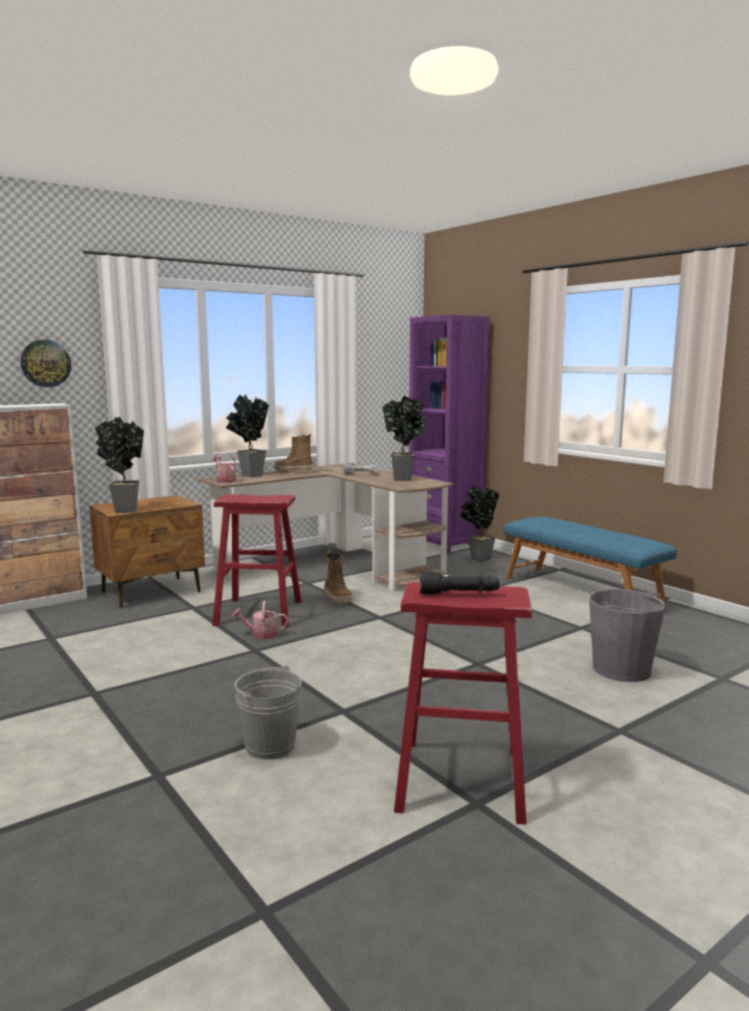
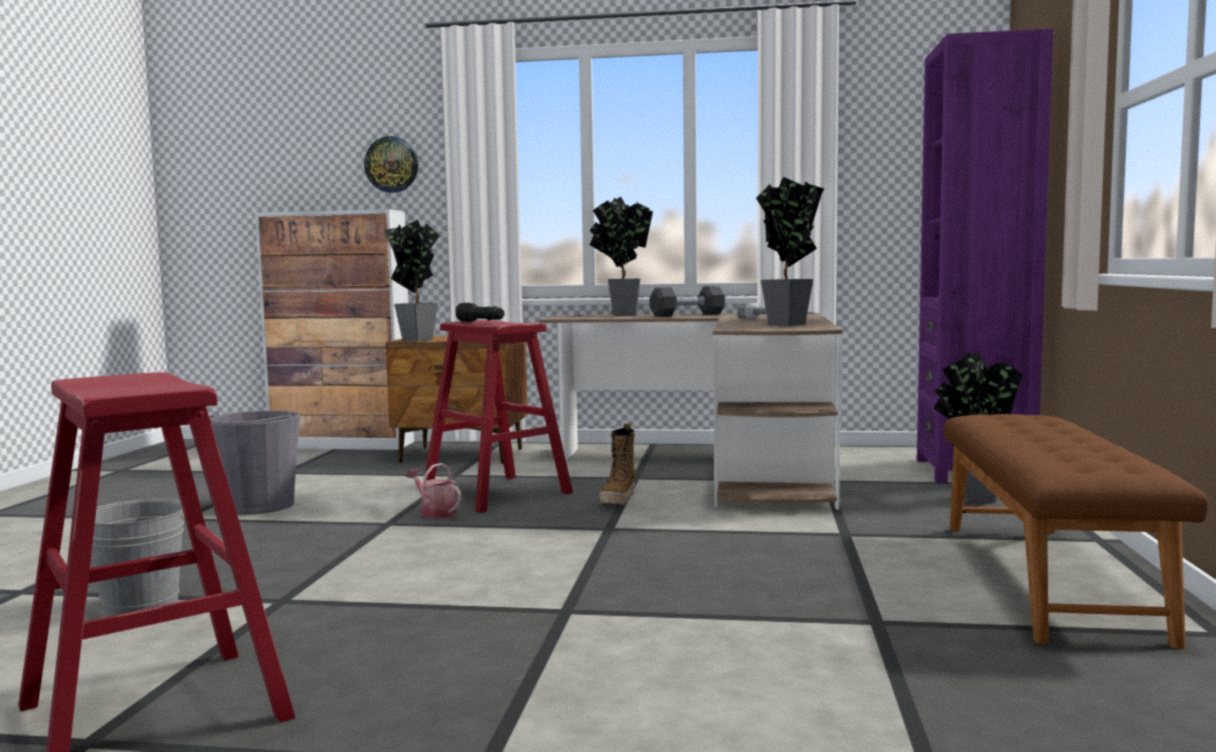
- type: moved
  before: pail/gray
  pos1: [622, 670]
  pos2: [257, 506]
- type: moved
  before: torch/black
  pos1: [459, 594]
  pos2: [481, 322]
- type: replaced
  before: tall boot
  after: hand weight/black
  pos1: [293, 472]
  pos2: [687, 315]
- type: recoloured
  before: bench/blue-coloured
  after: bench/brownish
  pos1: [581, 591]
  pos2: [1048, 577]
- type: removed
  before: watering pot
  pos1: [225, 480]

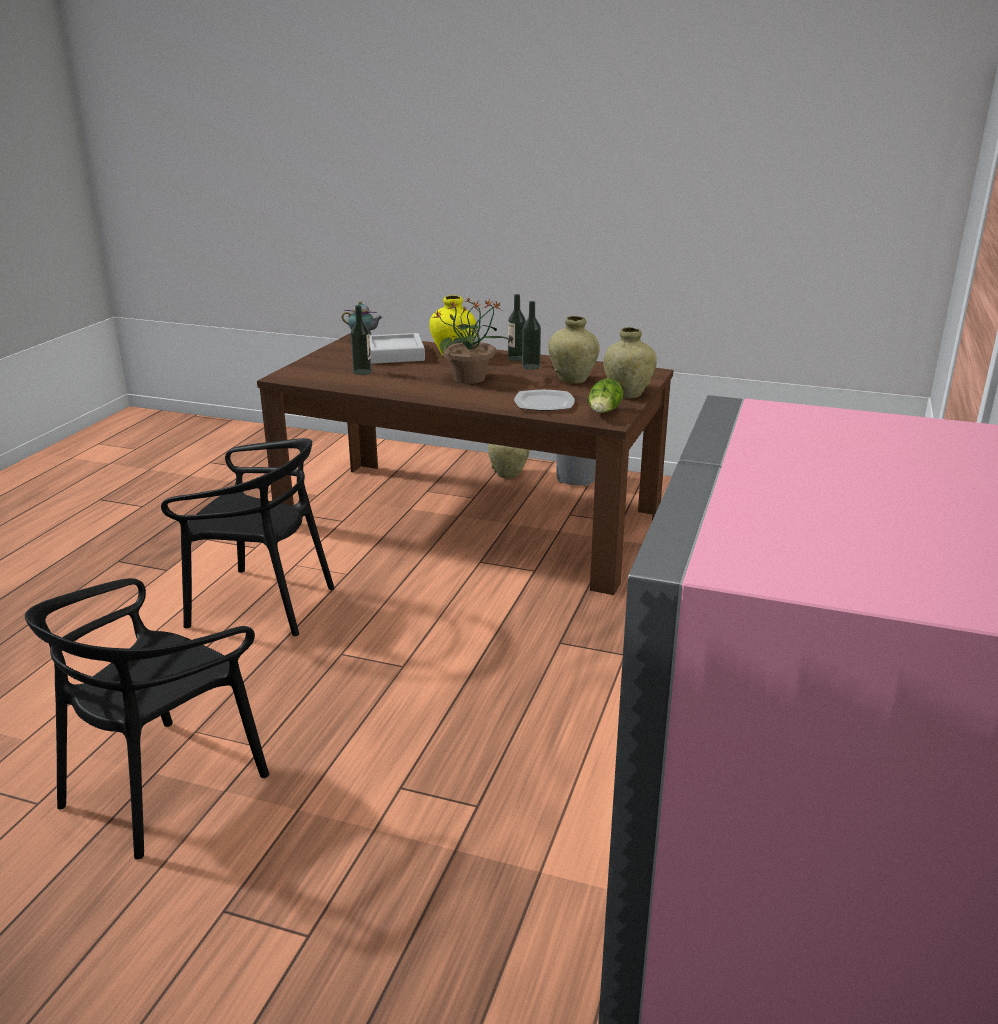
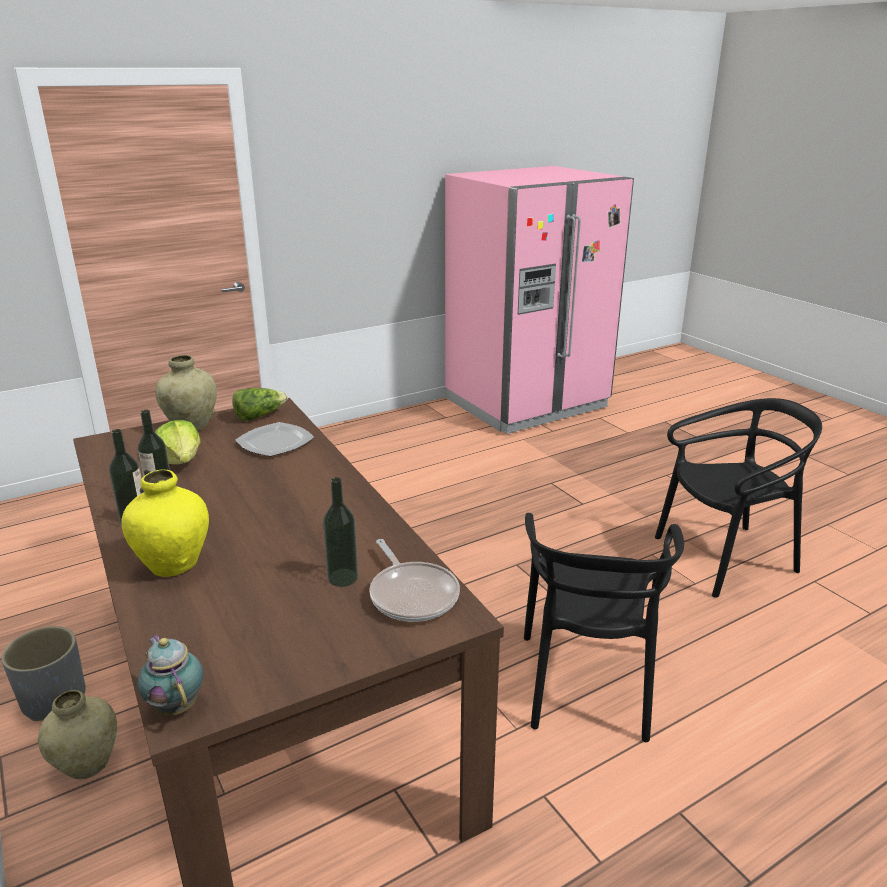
- type: replaced
  before: flower vase/beige-coloured
  after: lettuce head
  pos1: [572, 380]
  pos2: [181, 460]
- type: added
  after: pan
  pos2: [412, 594]
- type: turned
  before: chair/black
  pos1: [261, 604]
  pos2: [588, 683]
  turn: -135
- type: removed
  before: serving tray/gray
  pos1: [395, 354]
- type: removed
  before: plant in a pot
  pos1: [470, 378]

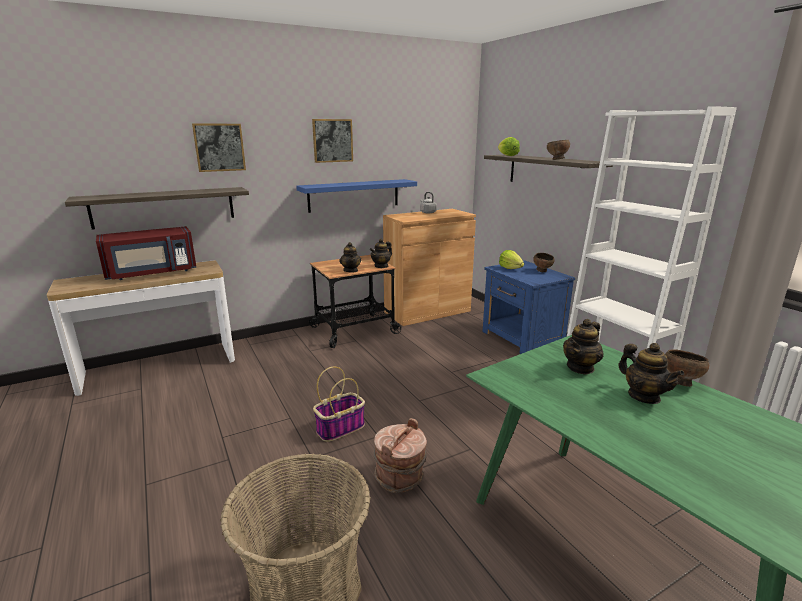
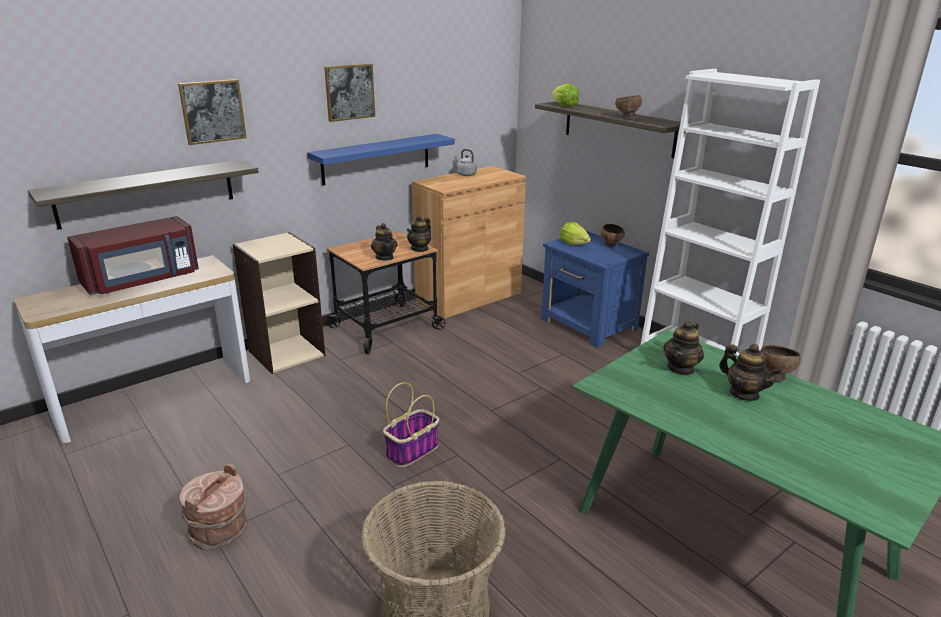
- type: moved
  before: pail/brownish
  pos1: [400, 477]
  pos2: [220, 531]
- type: added
  after: bookshelf/beige-coloured
  pos2: [286, 353]

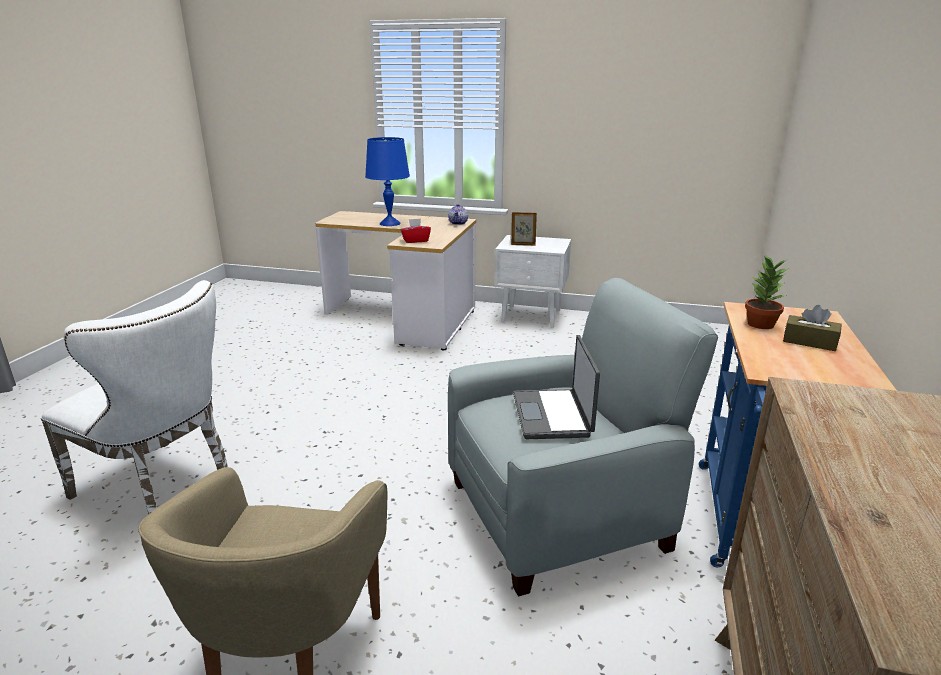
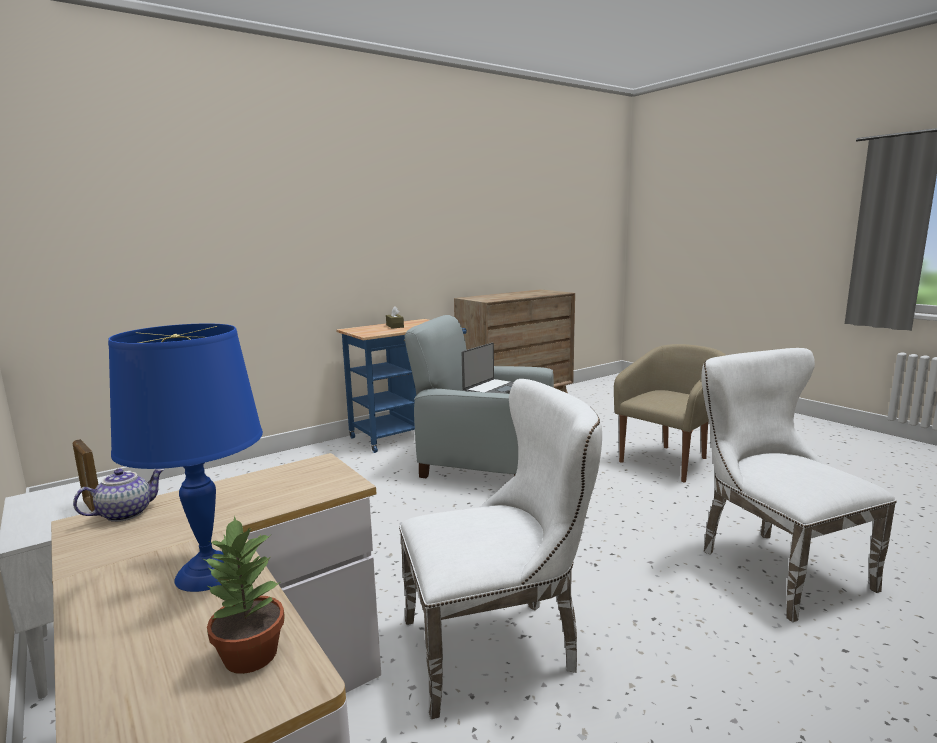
- type: moved
  before: plant in a pot
  pos1: [759, 324]
  pos2: [250, 656]
- type: added
  after: chair/whitish
  pos2: [500, 646]
- type: removed
  before: tissue holder/red-coloured
  pos1: [415, 240]

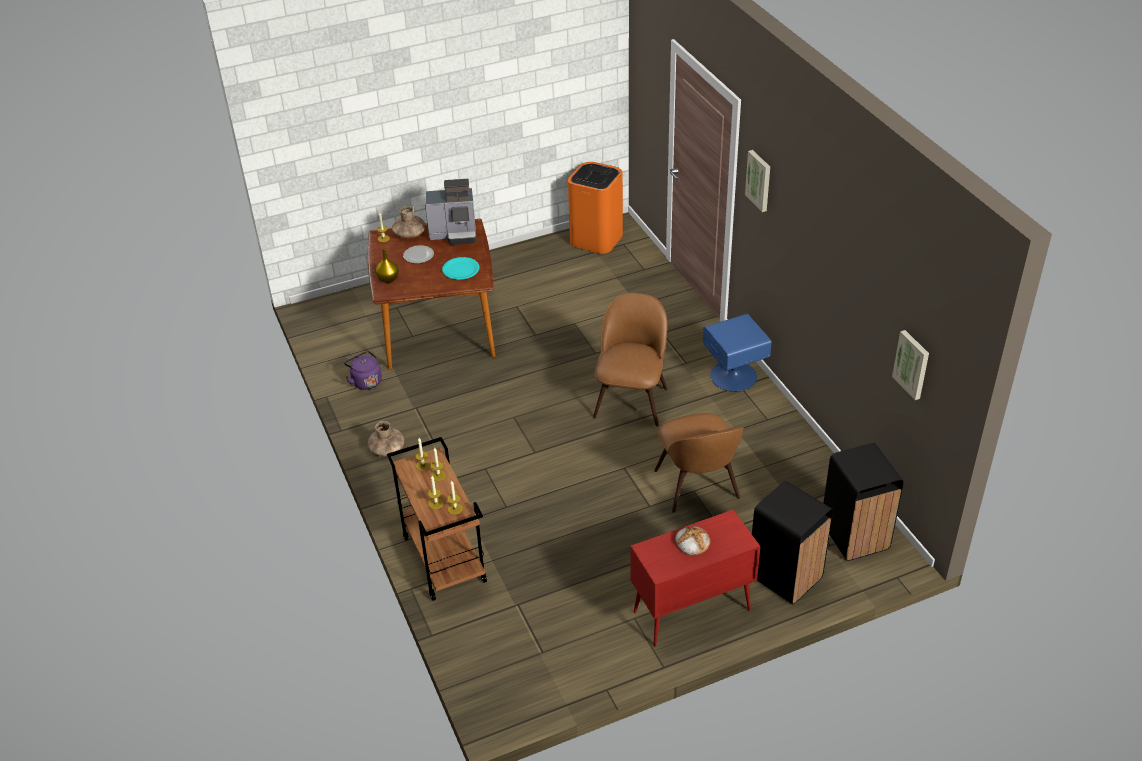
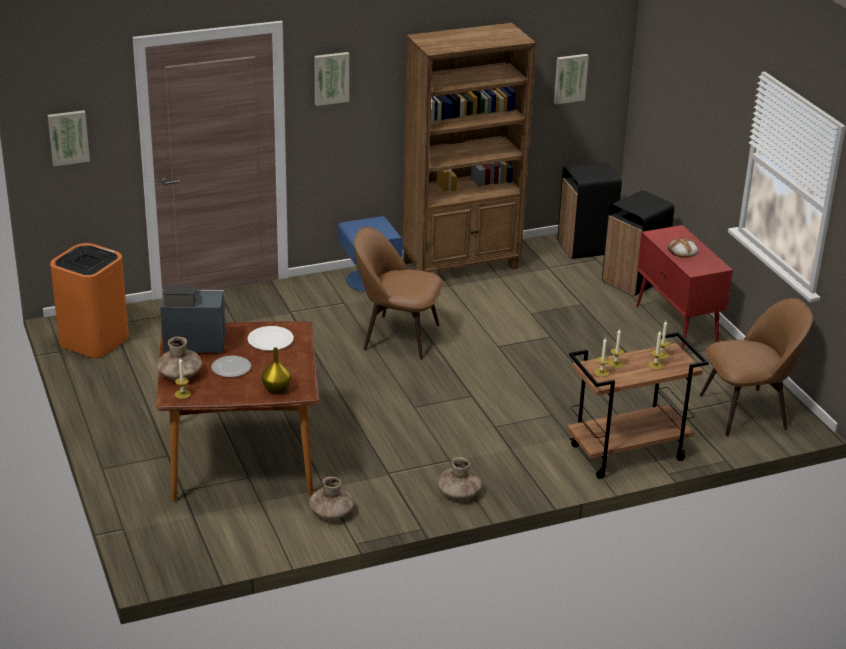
- type: added
  after: picture
  pos2: [68, 137]
- type: turned
  before: coffee maker
  pos1: [455, 234]
  pos2: [192, 343]
  turn: -90
- type: recoloured
  before: flat dish/turquoise-coloured
  after: flat dish/whitish
  pos1: [461, 269]
  pos2: [270, 340]
- type: replaced
  before: tea kettle/purple
  after: flower vase/brownish
  pos1: [365, 381]
  pos2: [331, 512]
- type: added
  after: bookshelf/brownish
  pos2: [462, 265]
- type: moved
  before: chair/brownish
  pos1: [697, 487]
  pos2: [747, 411]

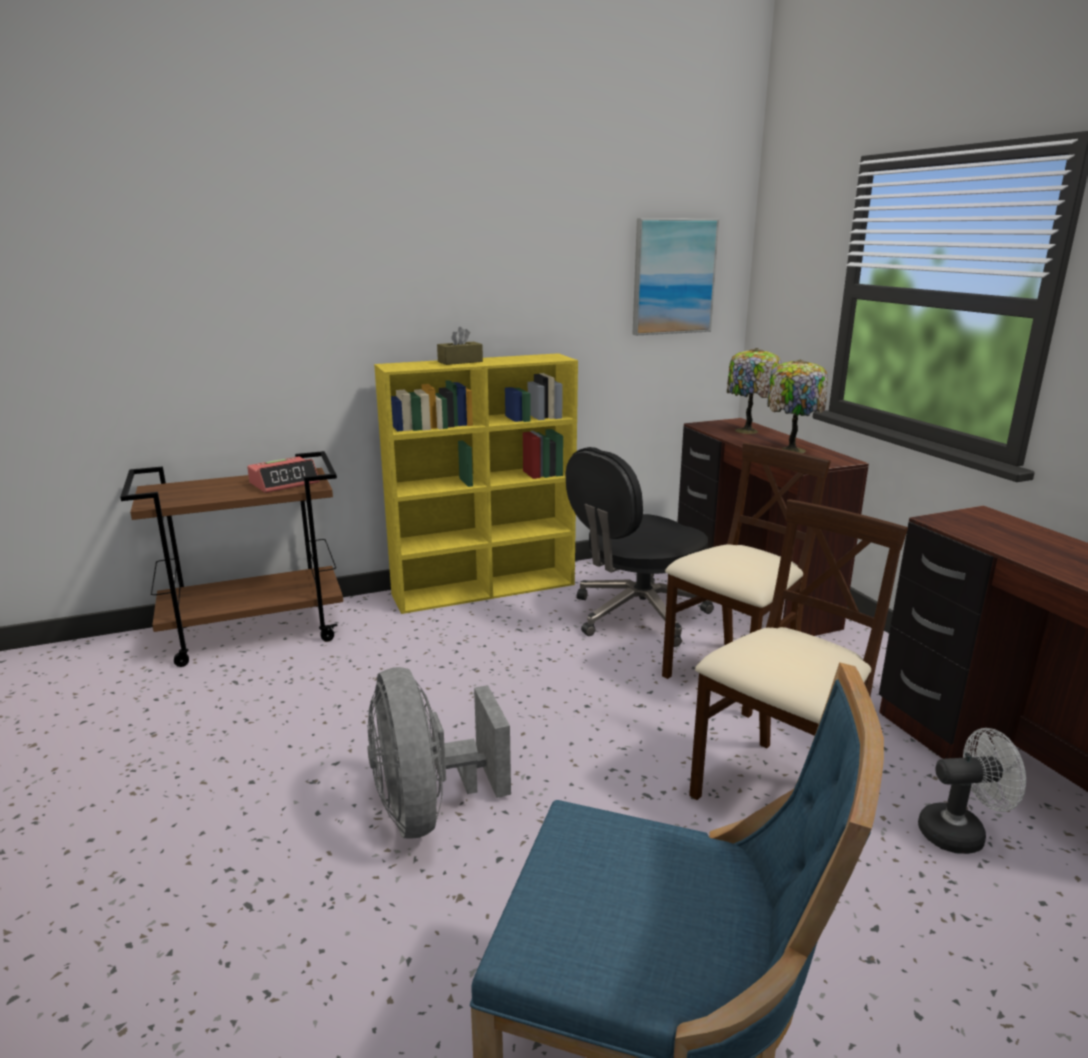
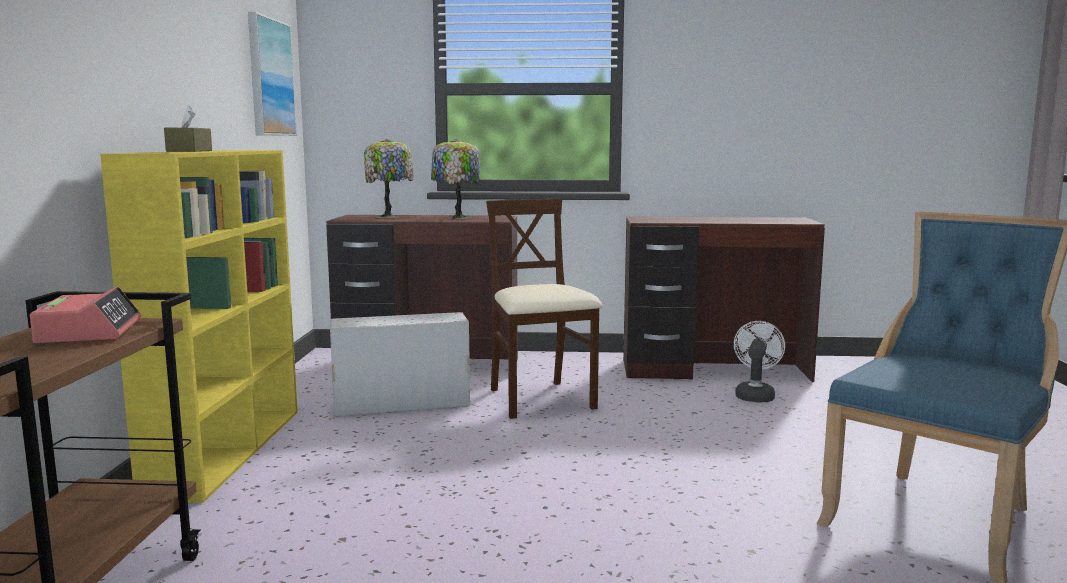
- type: replaced
  before: desk chair/black
  after: storage bin/whitish
  pos1: [637, 615]
  pos2: [399, 404]
- type: removed
  before: fan/gray
  pos1: [429, 809]
- type: removed
  before: chair/beige-coloured
  pos1: [778, 795]

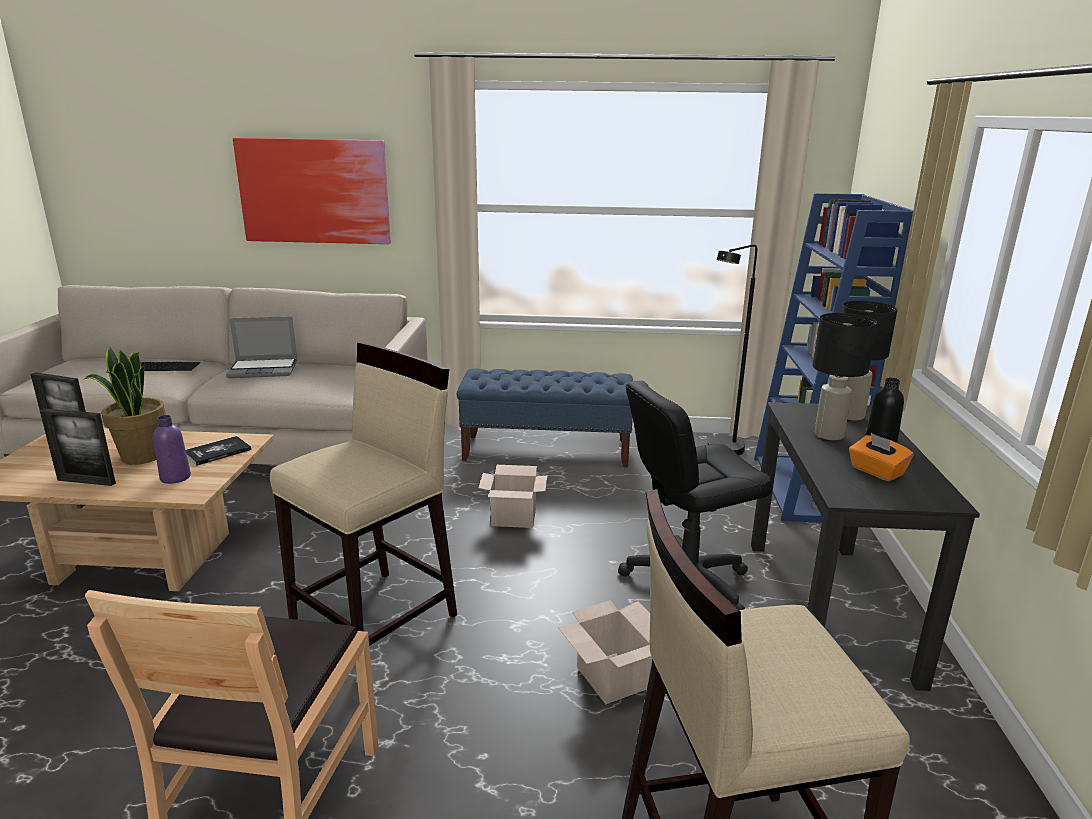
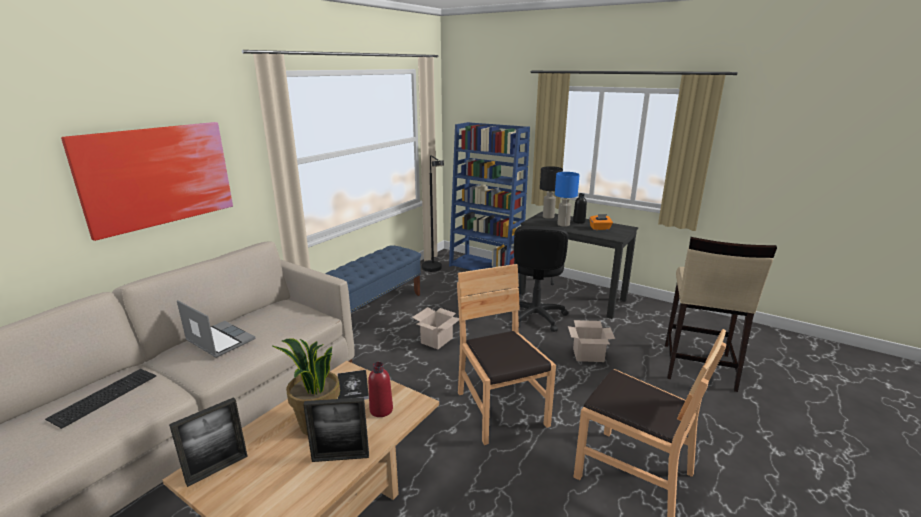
- type: turned
  before: portable computer
  pos1: [264, 369]
  pos2: [219, 340]
  turn: -75
- type: turned
  before: photo frame
  pos1: [86, 481]
  pos2: [340, 457]
  turn: 45
- type: recoloured
  before: drink bottle/purple
  after: drink bottle/red-coloured
  pos1: [175, 477]
  pos2: [381, 410]
- type: replaced
  before: stool seat/beige-coloured
  after: chair/brownish
  pos1: [377, 620]
  pos2: [500, 409]
- type: recoloured
  before: lamp for a table/black
  after: lamp for a table/blue-coloured
  pos1: [829, 435]
  pos2: [563, 225]

